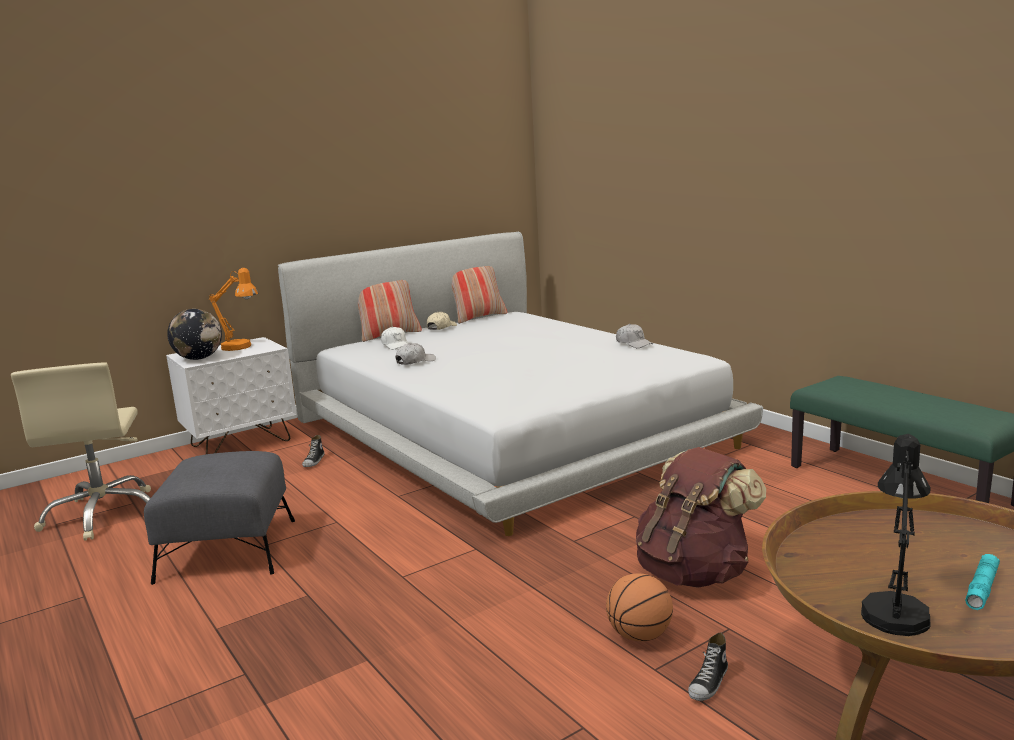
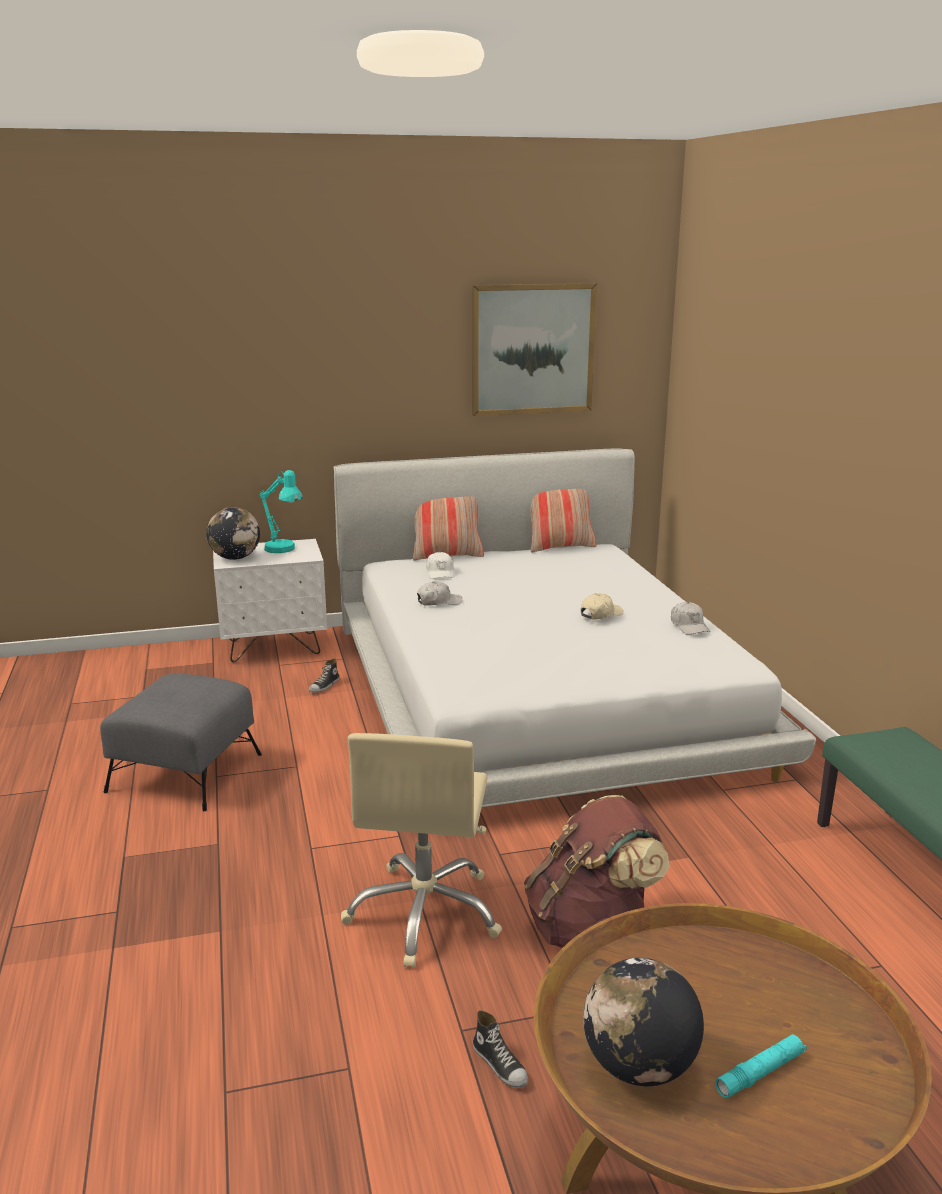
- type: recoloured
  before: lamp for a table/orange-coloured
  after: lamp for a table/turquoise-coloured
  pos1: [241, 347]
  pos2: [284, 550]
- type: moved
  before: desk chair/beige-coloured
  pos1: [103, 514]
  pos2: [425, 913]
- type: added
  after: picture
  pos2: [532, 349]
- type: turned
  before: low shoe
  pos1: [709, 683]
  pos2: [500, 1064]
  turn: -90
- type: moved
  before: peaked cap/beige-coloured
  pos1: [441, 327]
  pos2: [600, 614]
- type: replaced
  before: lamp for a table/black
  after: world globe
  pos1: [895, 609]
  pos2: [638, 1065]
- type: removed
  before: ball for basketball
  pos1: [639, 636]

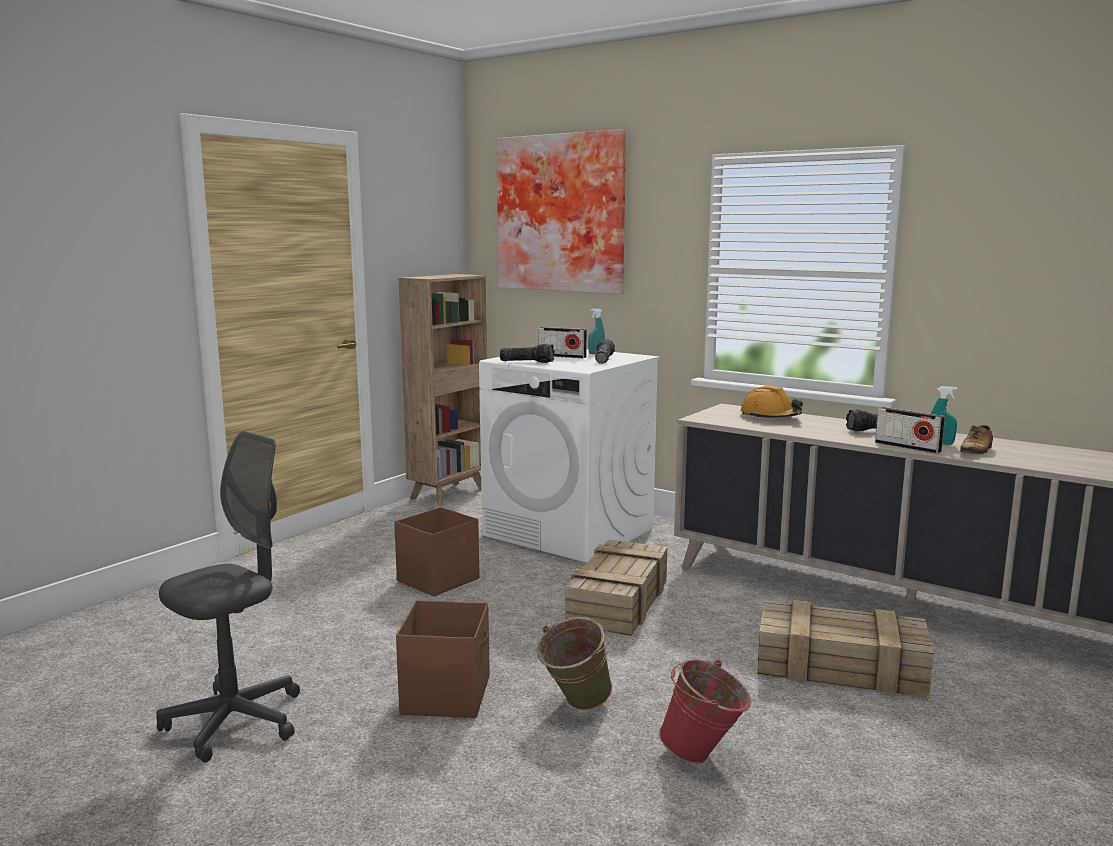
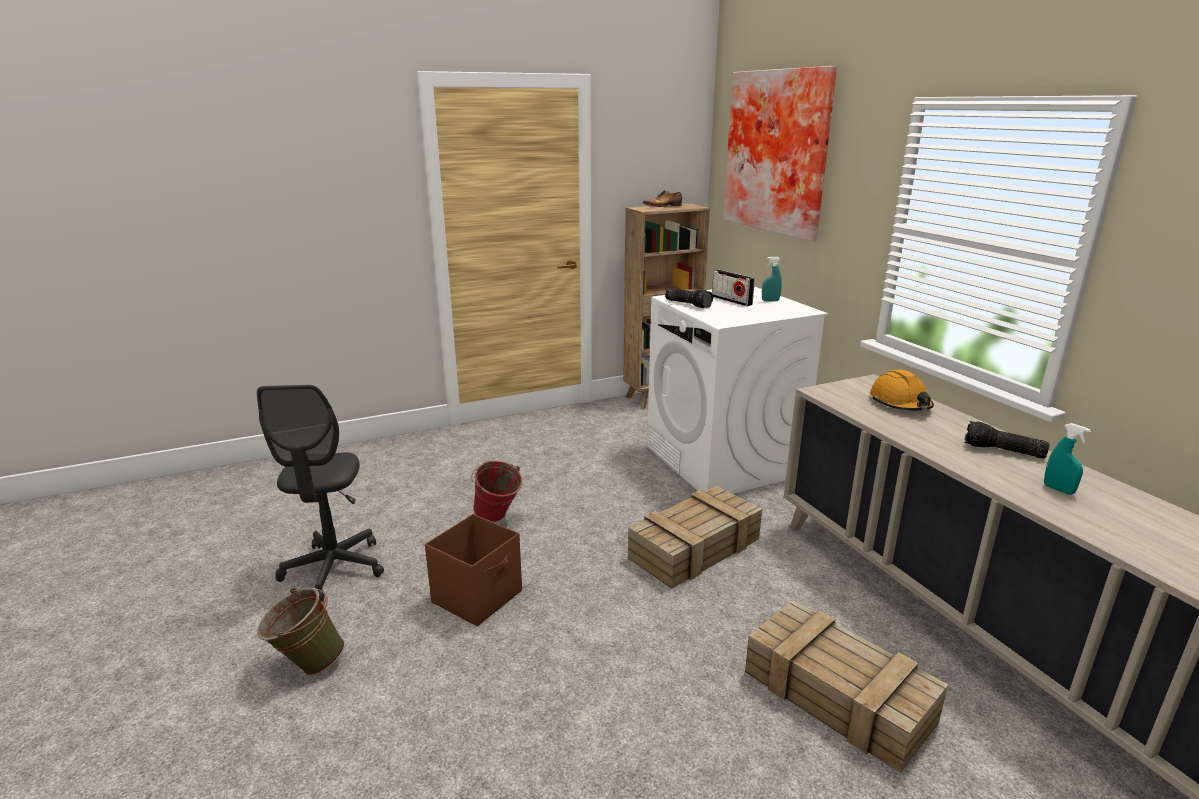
- type: turned
  before: desk chair/gray
  pos1: [235, 722]
  pos2: [334, 569]
  turn: 105
- type: moved
  before: pail/greenish
  pos1: [574, 706]
  pos2: [306, 665]
- type: moved
  before: pail/red-coloured
  pos1: [704, 756]
  pos2: [498, 519]
- type: moved
  before: low shoe
  pos1: [976, 451]
  pos2: [663, 206]
- type: removed
  before: storage bin/brownish
  pos1: [439, 580]
- type: removed
  before: torch
  pos1: [603, 360]
- type: removed
  before: radio set
  pos1: [907, 447]

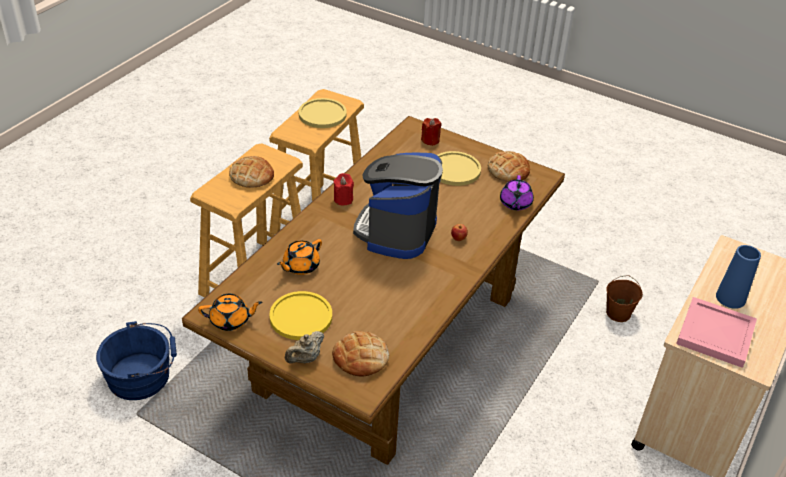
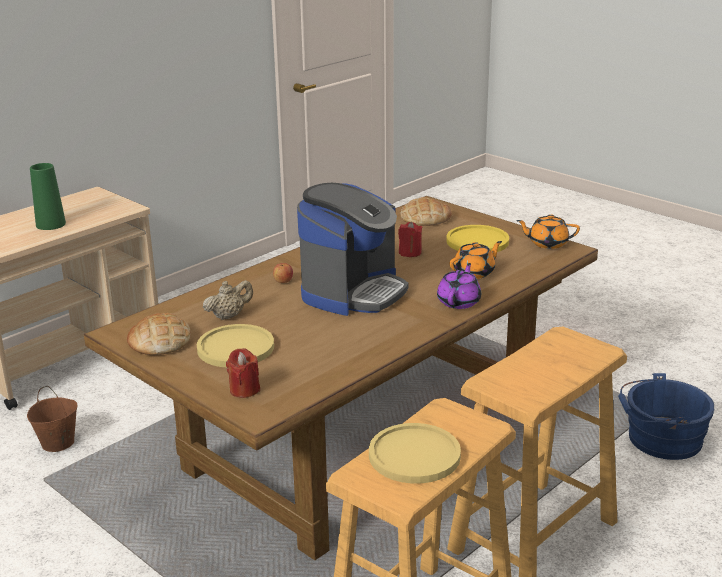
- type: recoloured
  before: flower vase/blue-coloured
  after: flower vase/greenish
  pos1: [730, 298]
  pos2: [51, 224]
- type: moved
  before: pot for tea/beige-coloured
  pos1: [305, 359]
  pos2: [229, 316]
- type: moved
  before: candle/red-coloured
  pos1: [343, 199]
  pos2: [410, 252]
- type: moved
  before: pot for tea/purple
  pos1: [515, 203]
  pos2: [459, 301]
- type: removed
  before: baked bread
  pos1: [252, 176]
- type: removed
  before: serving tray/pink-coloured
  pos1: [714, 334]

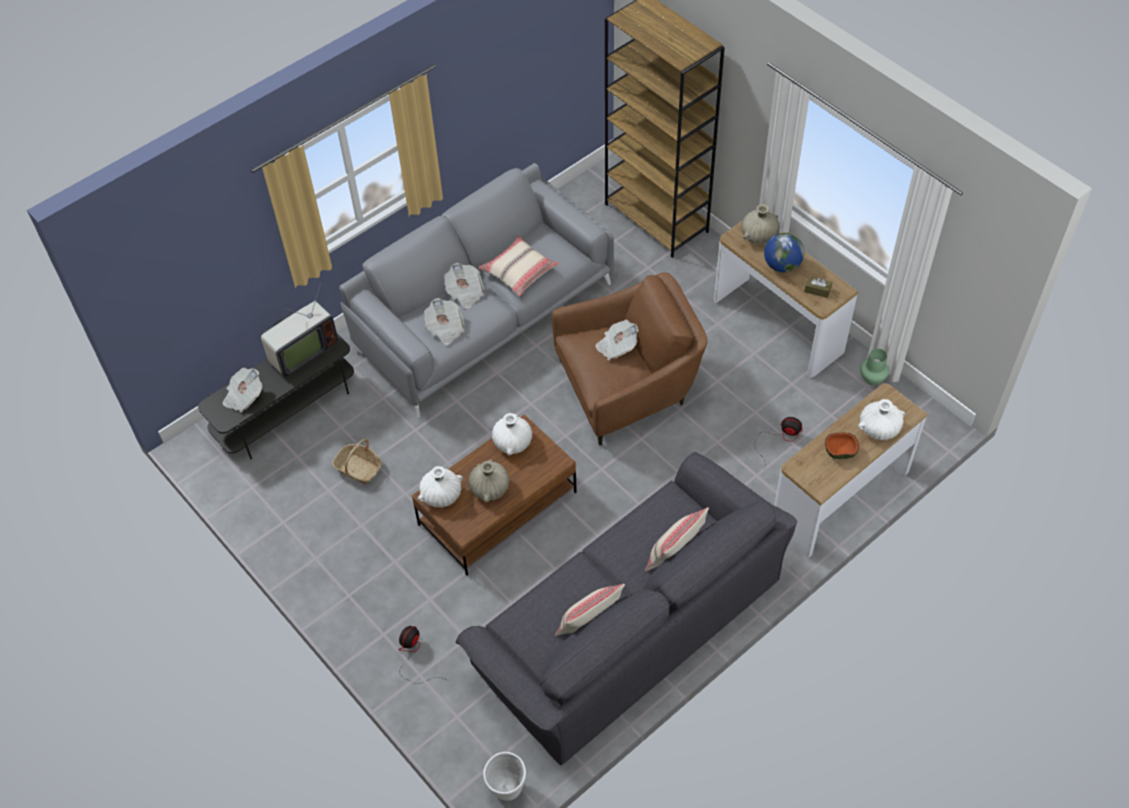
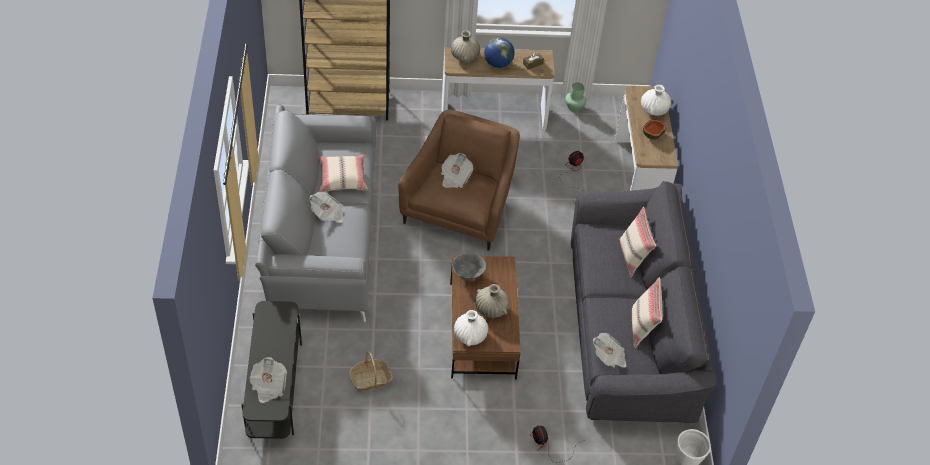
- type: replaced
  before: flower vase/whitish
  after: bowl/gray
  pos1: [512, 442]
  pos2: [468, 275]
- type: moved
  before: newspaper
  pos1: [445, 328]
  pos2: [609, 357]
- type: removed
  before: television
  pos1: [301, 352]

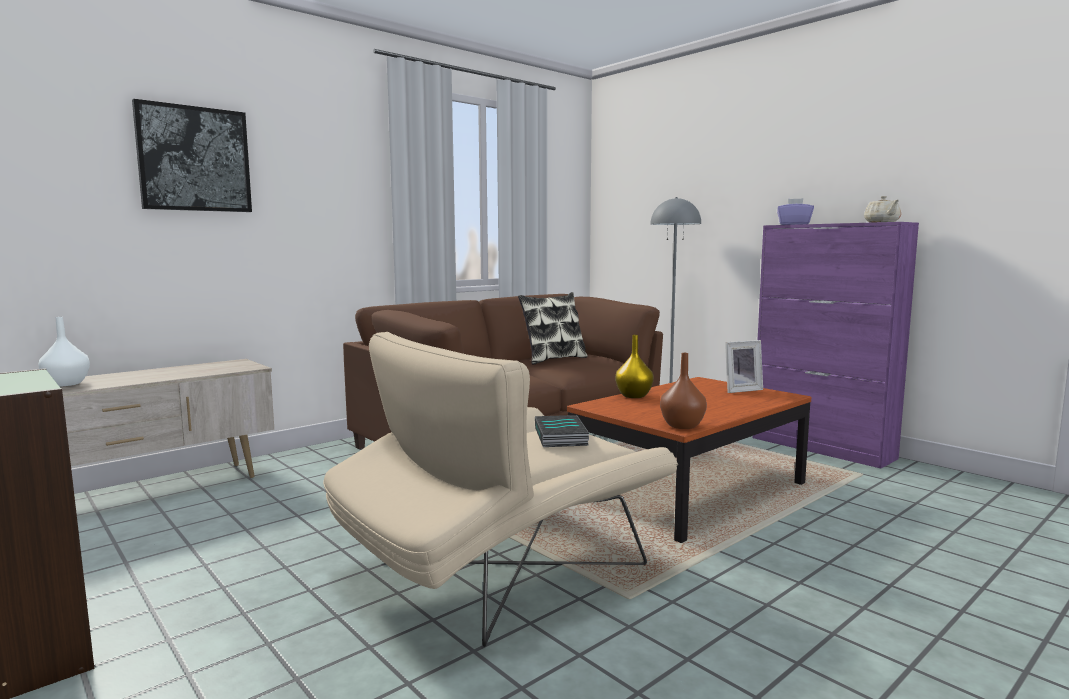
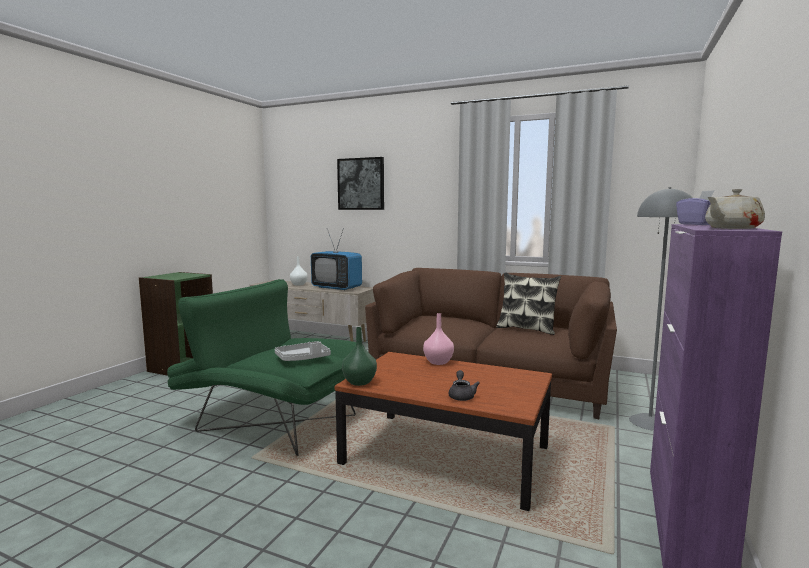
- type: recoloured
  before: easy chair/beige-coloured
  after: easy chair/greenish
  pos1: [497, 573]
  pos2: [270, 419]
- type: replaced
  before: bound book
  after: serving tray/gray
  pos1: [562, 437]
  pos2: [303, 358]
- type: added
  after: television
  pos2: [337, 288]
- type: recoloured
  before: flower vase/brownish
  after: flower vase/greenish
  pos1: [682, 426]
  pos2: [359, 382]
- type: recoloured
  before: flower vase/yellowish
  after: flower vase/pink-coloured
  pos1: [633, 396]
  pos2: [437, 362]
- type: added
  after: pot for tea/gray
  pos2: [461, 395]
- type: removed
  before: photo frame
  pos1: [740, 390]

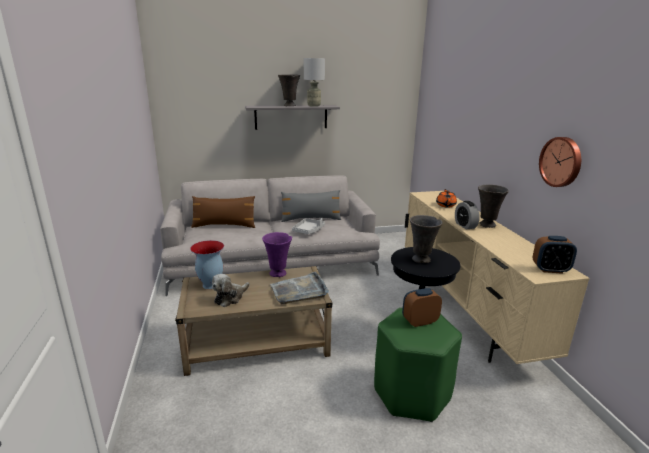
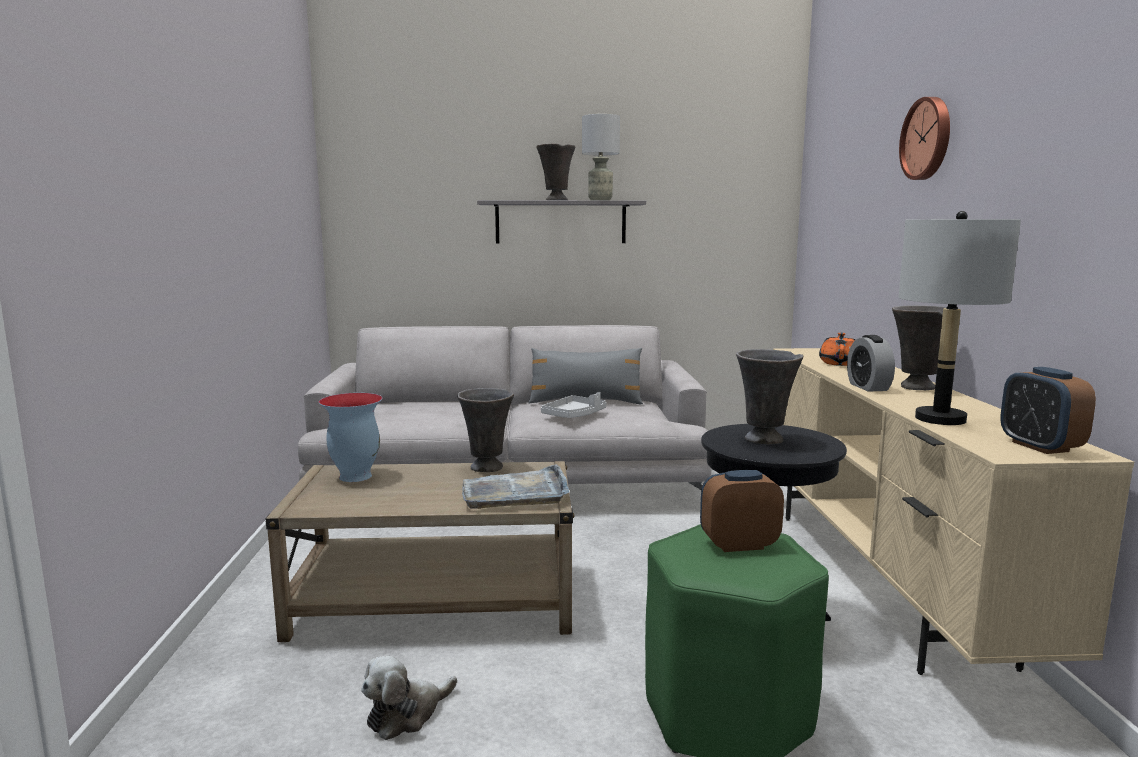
- type: moved
  before: soft toy
  pos1: [230, 297]
  pos2: [407, 714]
- type: recoloured
  before: flower vase/purple
  after: flower vase/gray
  pos1: [278, 274]
  pos2: [487, 468]
- type: added
  after: lamp for a table/gray
  pos2: [940, 419]
- type: moved
  before: wall clock
  pos1: [561, 162]
  pos2: [928, 139]
- type: turned
  before: bedside clock
  pos1: [550, 270]
  pos2: [1040, 446]
  turn: 60
- type: removed
  before: cushion/brownish
  pos1: [224, 225]

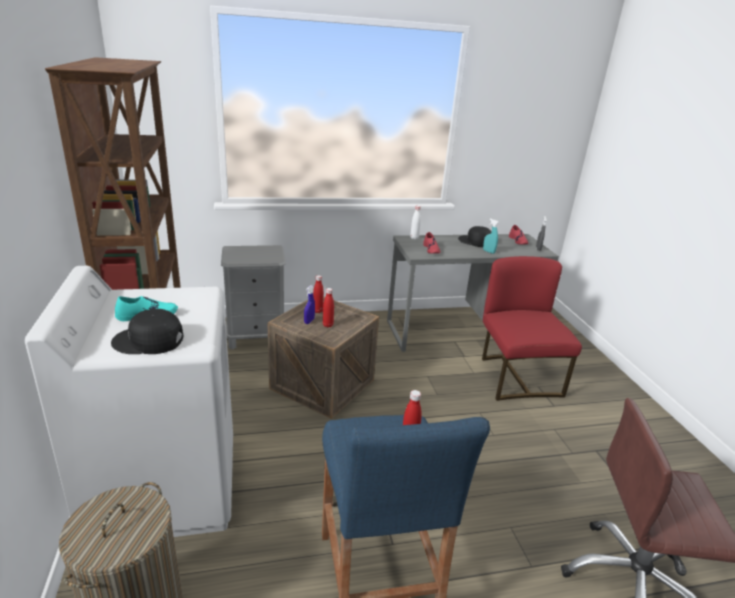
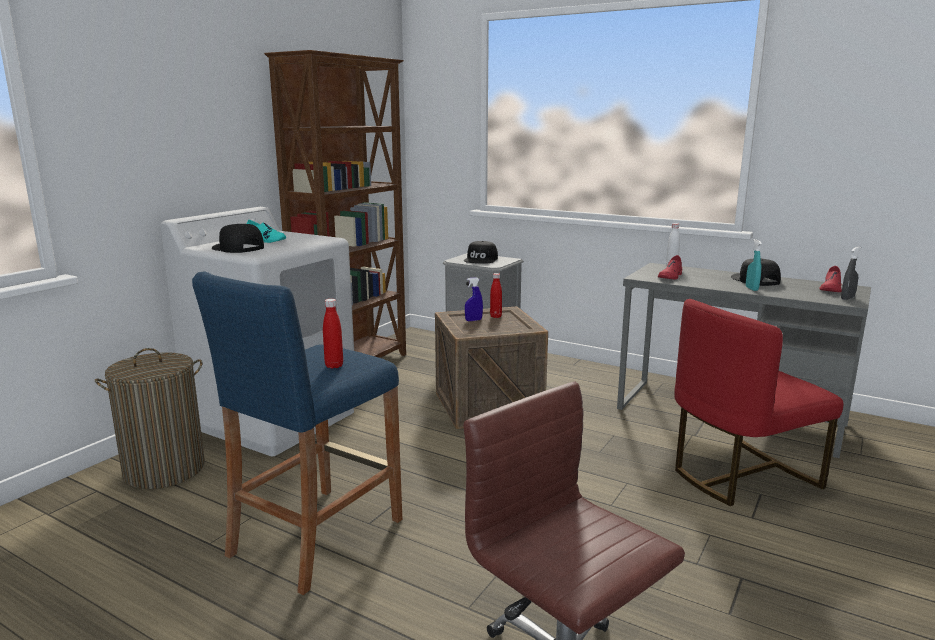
- type: added
  after: peaked cap/black
  pos2: [481, 259]
- type: turned
  before: chair/red-coloured
  pos1: [516, 377]
  pos2: [740, 475]
  turn: -150
- type: removed
  before: drink bottle/red-coloured
  pos1: [328, 325]

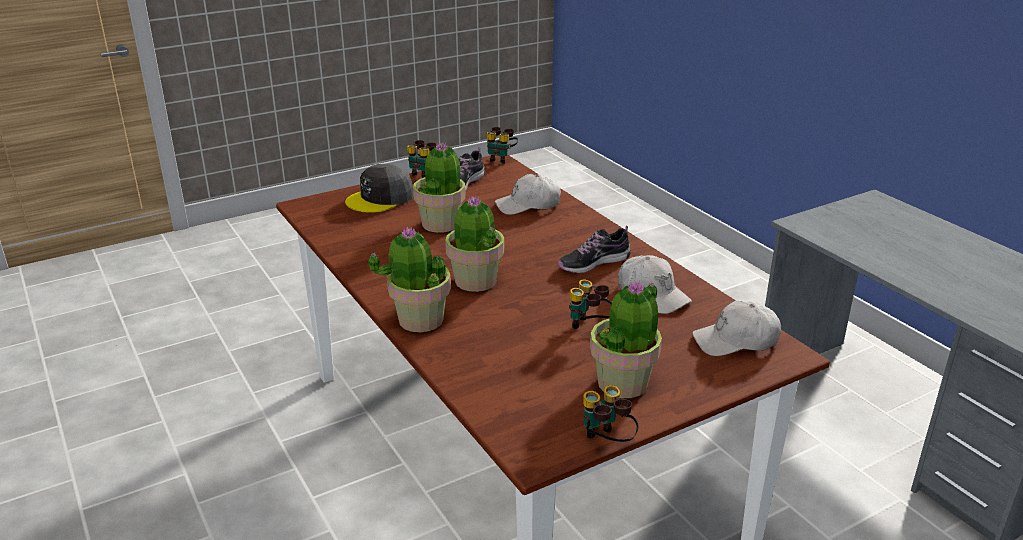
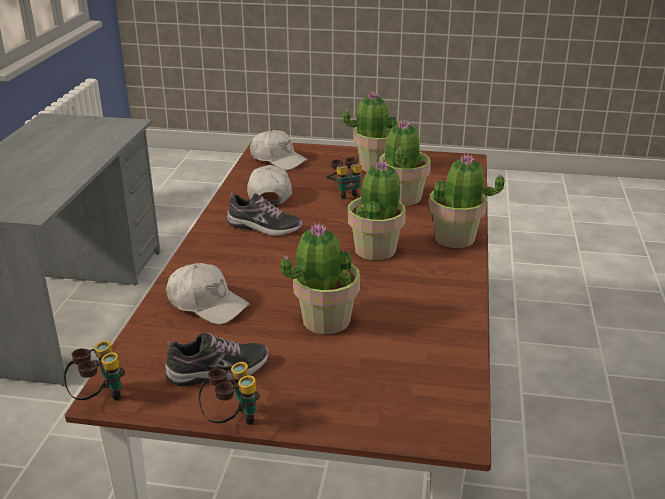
- type: added
  after: plant in a pot
  pos2: [402, 198]
- type: removed
  before: peaked cap/gray
  pos1: [380, 198]
- type: removed
  before: binoculars
  pos1: [606, 443]

